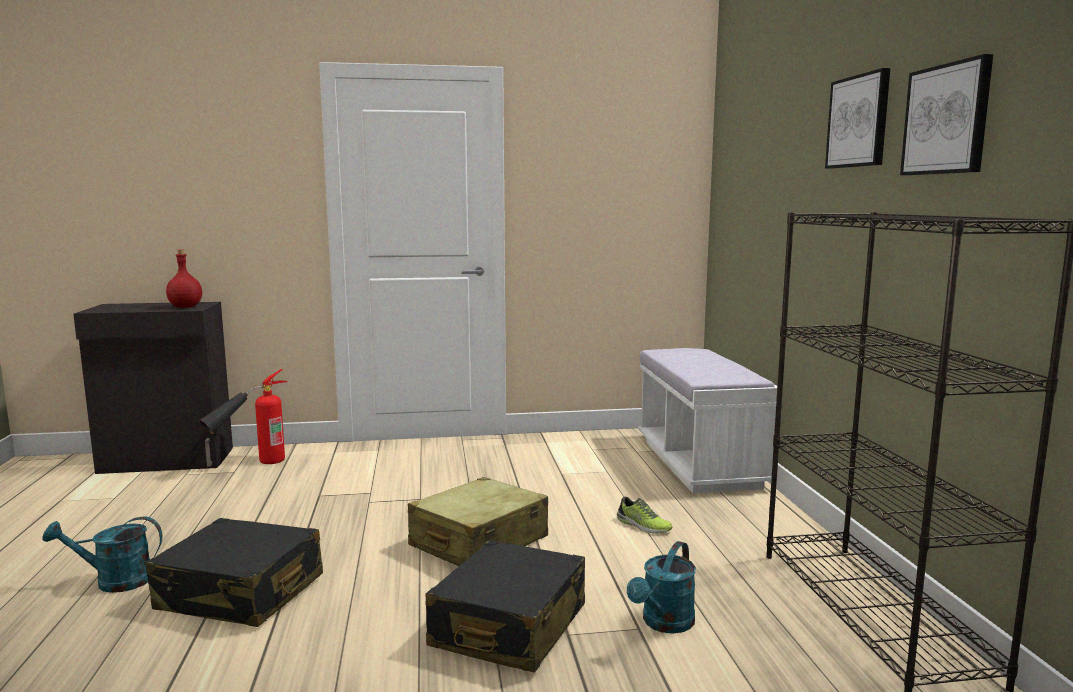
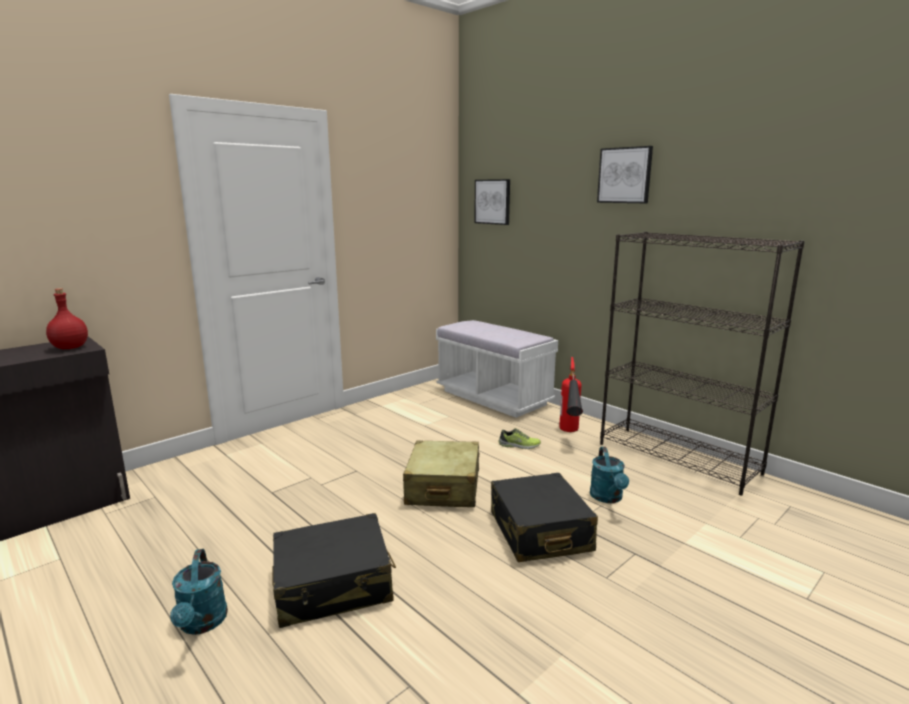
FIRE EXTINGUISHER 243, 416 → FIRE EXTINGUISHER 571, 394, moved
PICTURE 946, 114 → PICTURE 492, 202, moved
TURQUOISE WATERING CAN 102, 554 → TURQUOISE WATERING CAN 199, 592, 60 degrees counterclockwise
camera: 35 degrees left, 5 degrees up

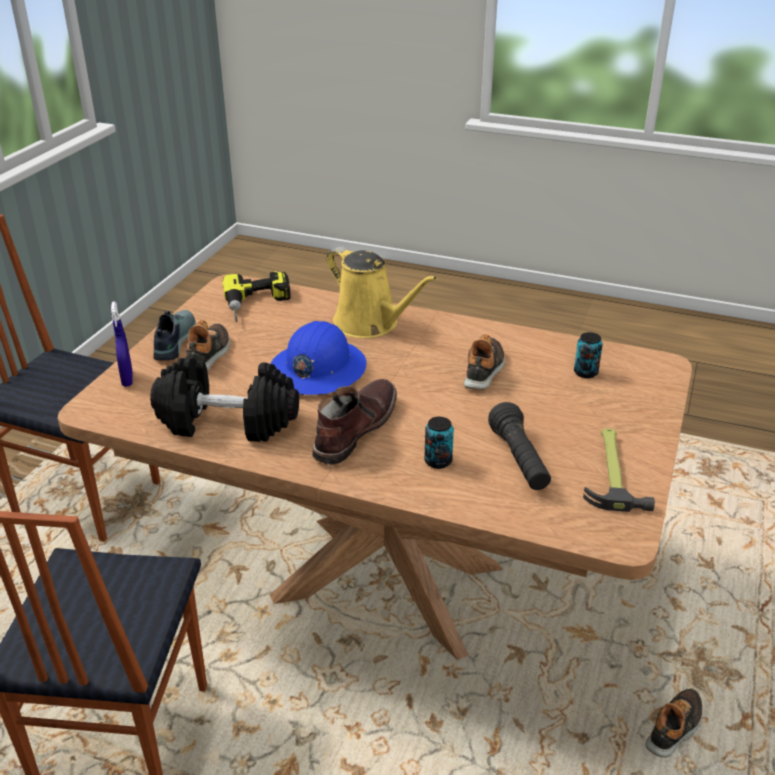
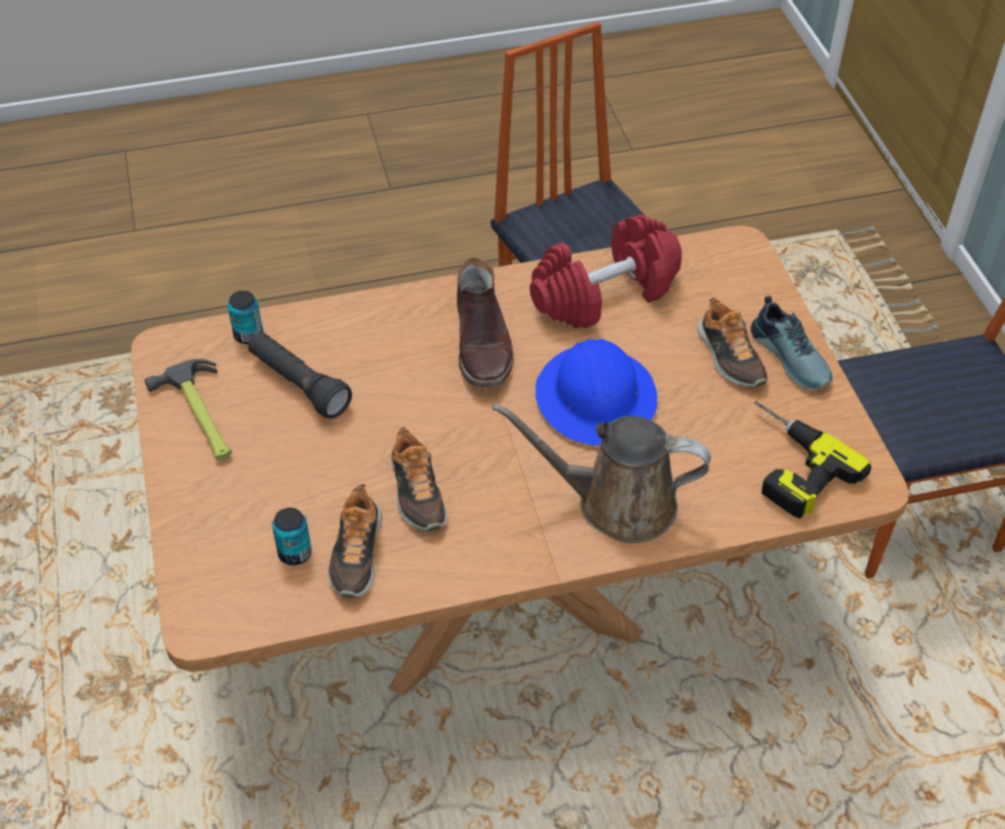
BLUE SPRAY BOTTLE 122, 344 → -
CAN 439, 443 → CAN 245, 317, moved
SHOE 674, 722 → SHOE 355, 541, moved
BLACK DUMBBELL 224, 400 → RED DUMBBELL 606, 272
YELLOW WATERING CAN 381, 292 → BROWN WATERING CAN 601, 473
camera: 145 degrees right, 15 degrees up

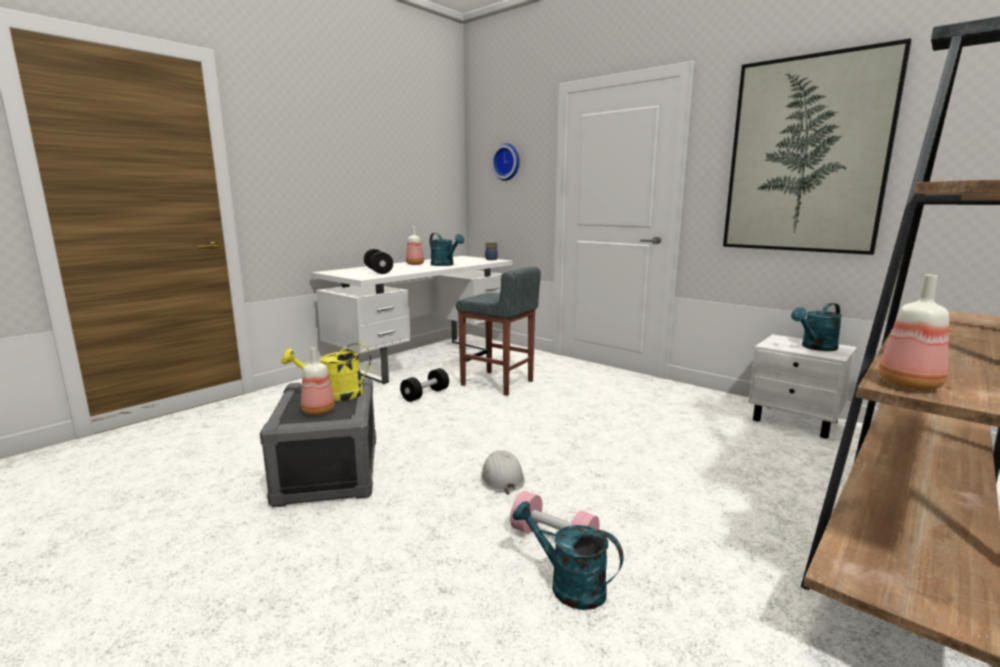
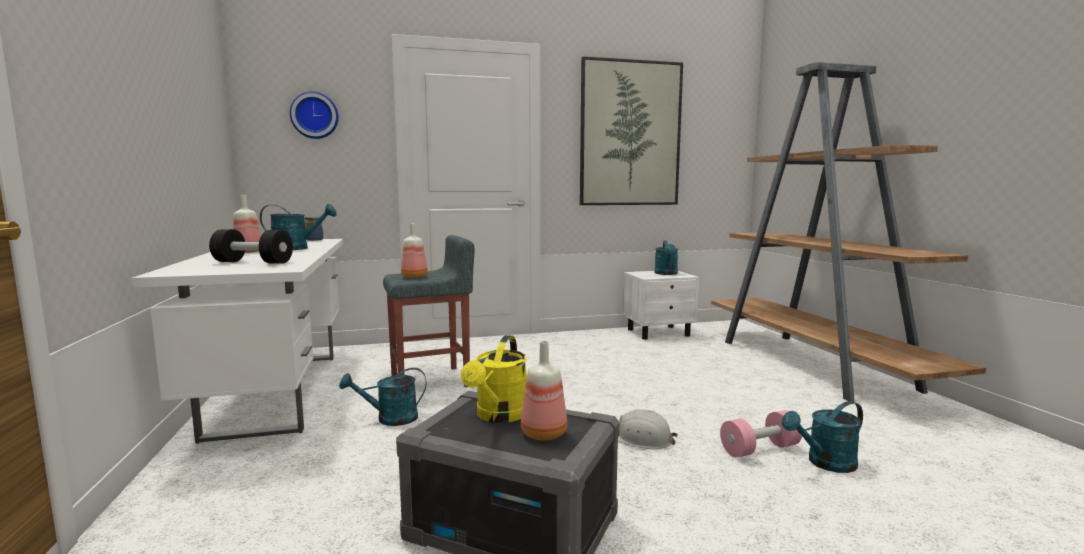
BOTTLE 914, 332 → BOTTLE 414, 251, moved
BLACK DUMBBELL 424, 385 → TURQUOISE WATERING CAN 382, 397
camera: 55 degrees left, 5 degrees down

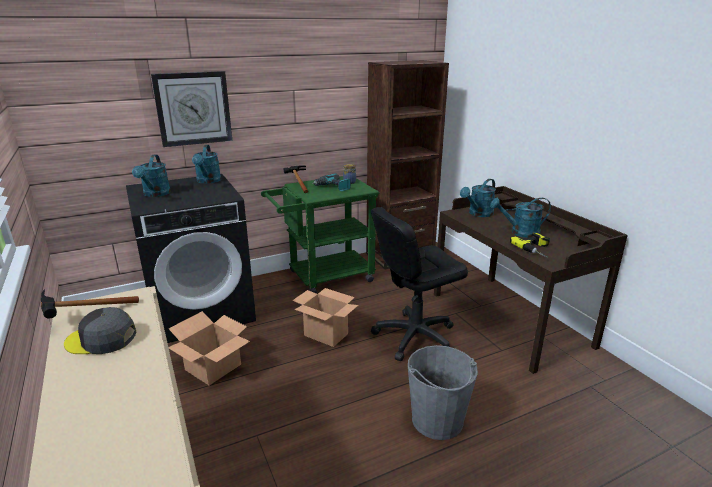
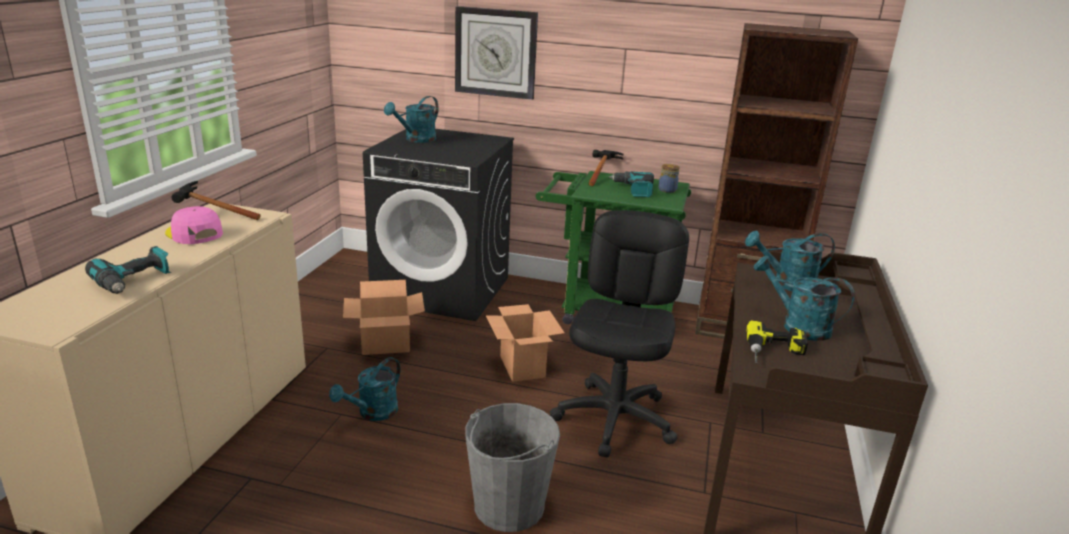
- → POWER DRILL 128, 270
TURQUOISE WATERING CAN 206, 164 → TURQUOISE WATERING CAN 365, 389, moved
GREY CAP 100, 330 → PINK CAP 194, 225
BLACK OFFICE CHAIR 419, 284 → BLACK OFFICE CHAIR 619, 333, 90 degrees clockwise
camera: 40 degrees right, 0 degrees up

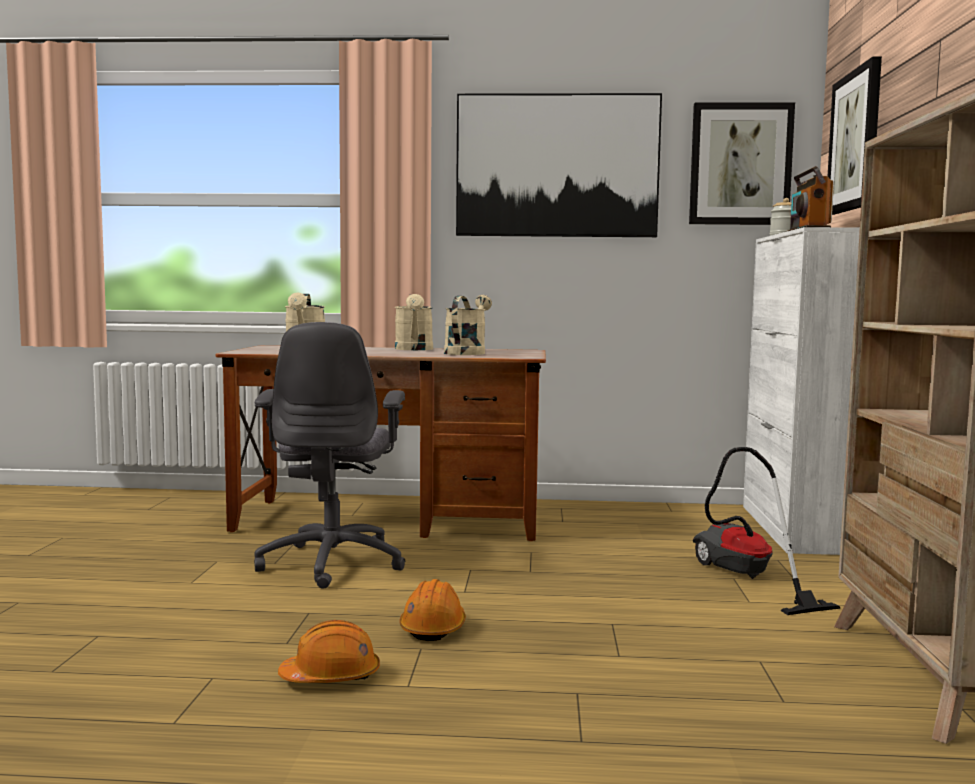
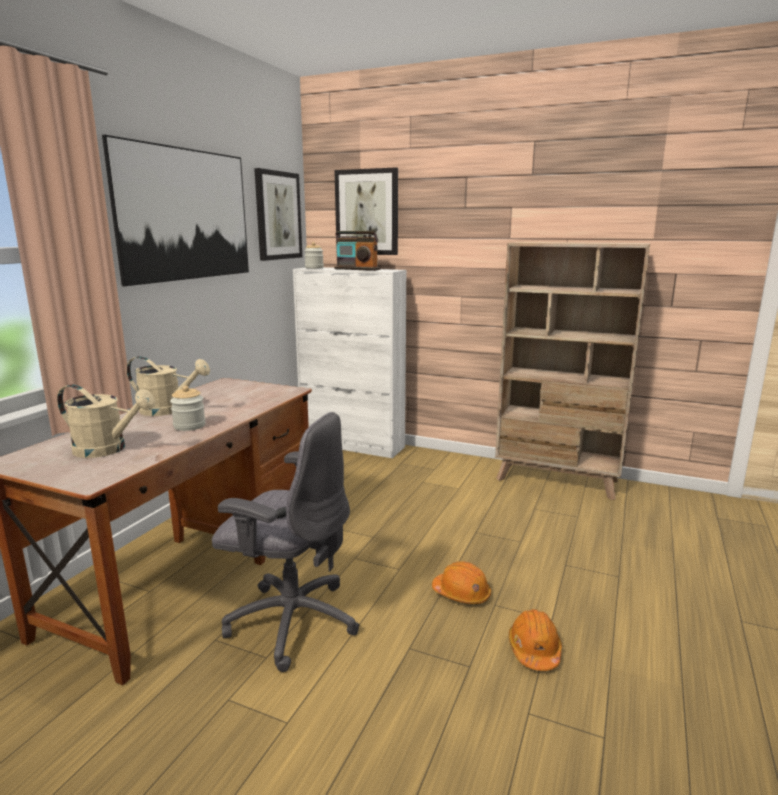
BEIGE WATERING CAN 468, 325 → -
VACUUM CLEANER 767, 531 → -
- → JAR 188, 408
camera: 70 degrees left, 10 degrees up

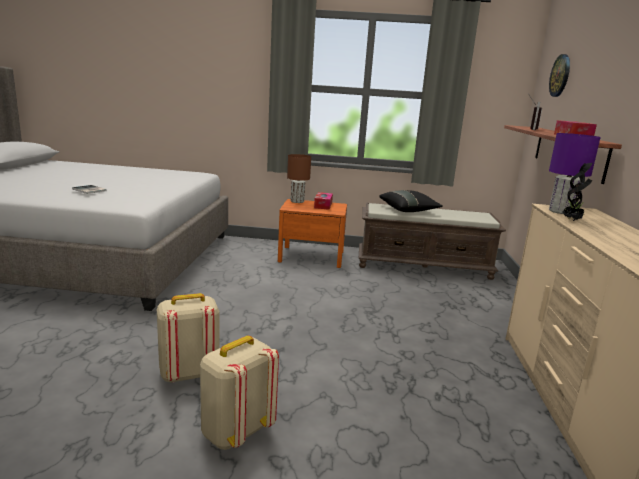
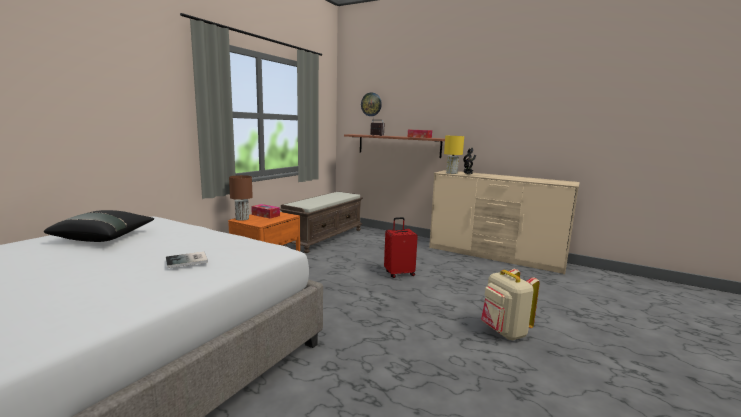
BEIGE BACKPACK 188, 338 → -
- → RED SUITCASE 401, 247
BLACK PILLOW 411, 201 → BLACK PILLOW 99, 226, moved
PURPLE TABLE LAMP 575, 173 → YELLOW TABLE LAMP 454, 155
camera: 65 degrees left, 5 degrees down

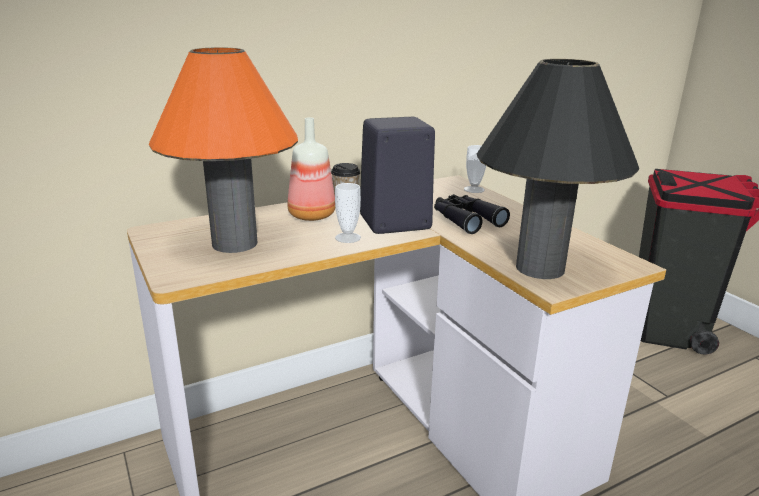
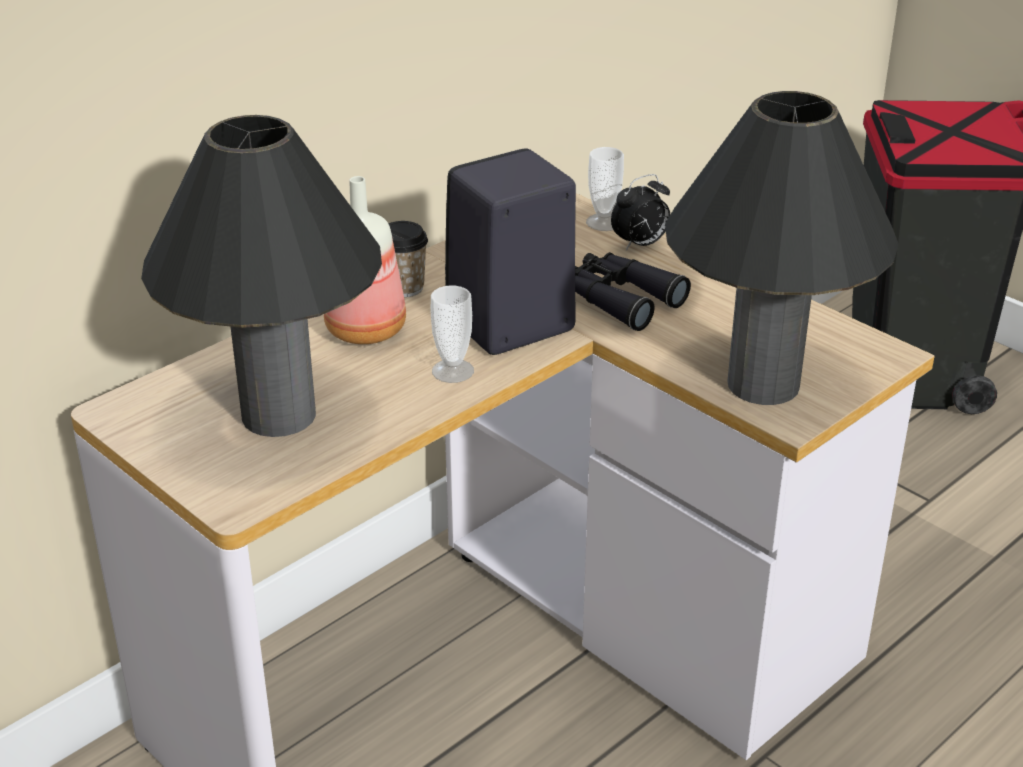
- → ALARM CLOCK 640, 212
ORANGE TABLE LAMP 223, 150 → BLACK TABLE LAMP 261, 276
camera: 15 degrees left, 10 degrees up

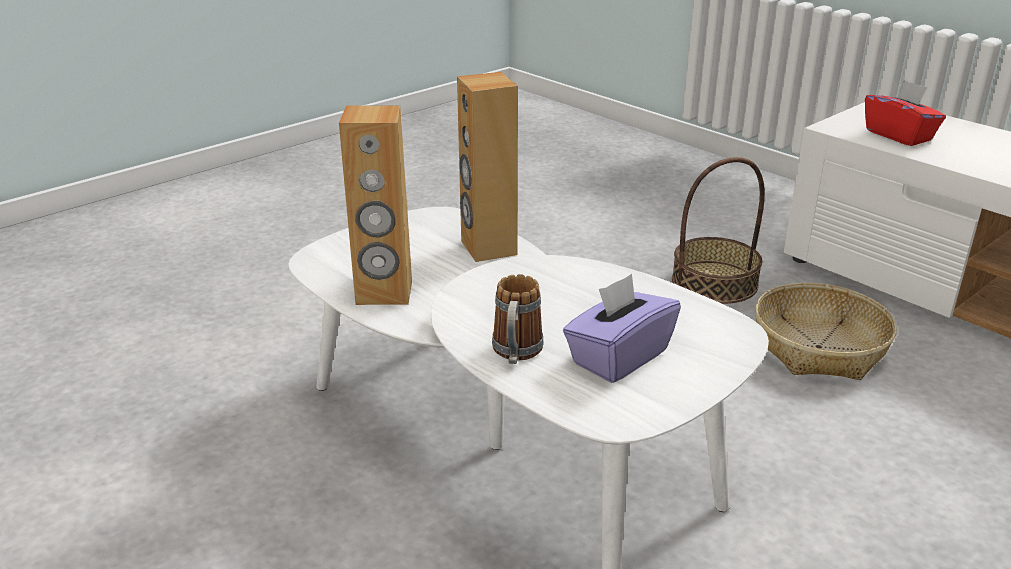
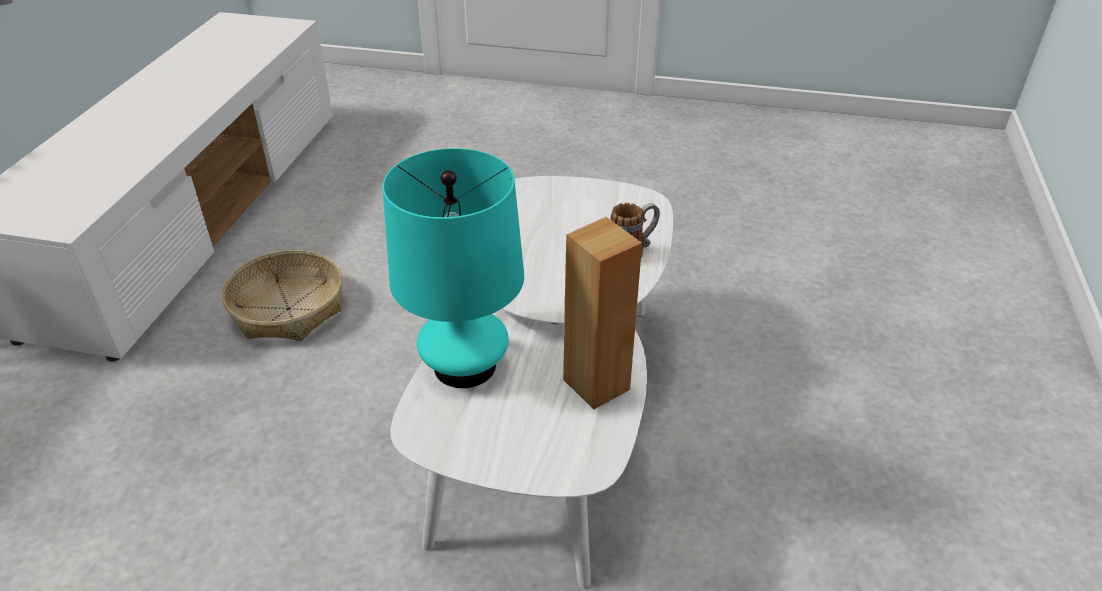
PURPLE TISSUE BOX 622, 328 → -
BASKET 718, 230 → -
RED TISSUE BOX 905, 113 → -
BROWN SPEAKER 487, 167 → TURQUOISE TABLE LAMP 453, 268
camera: 125 degrees left, 10 degrees up

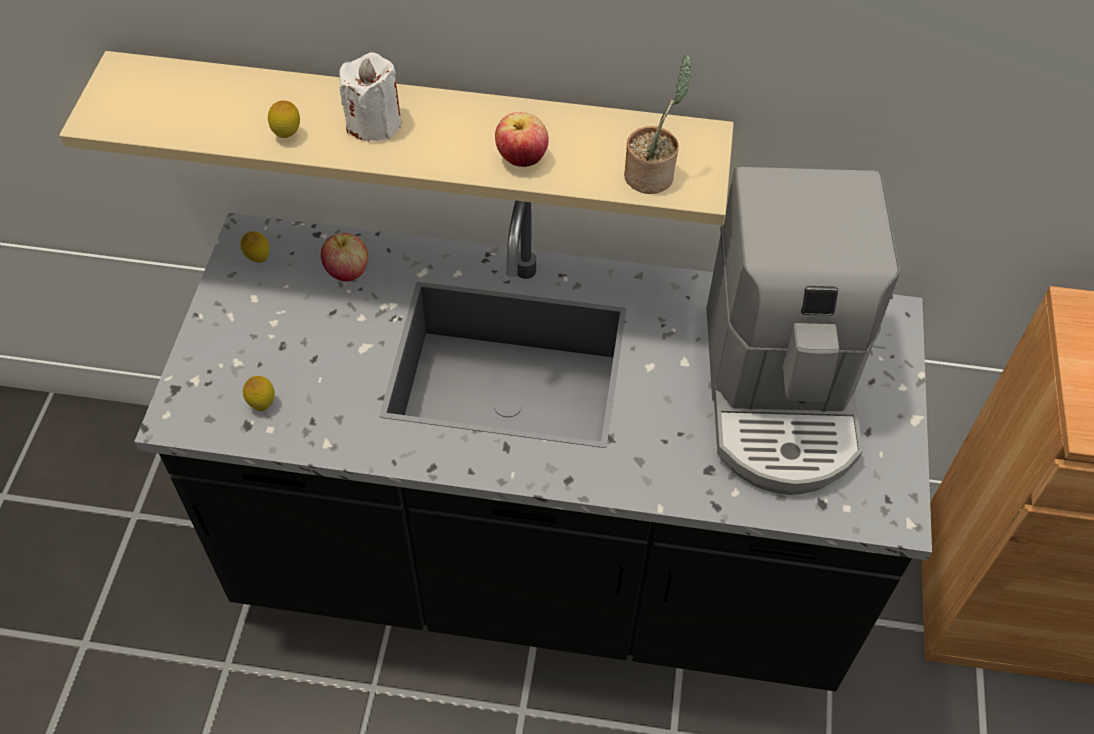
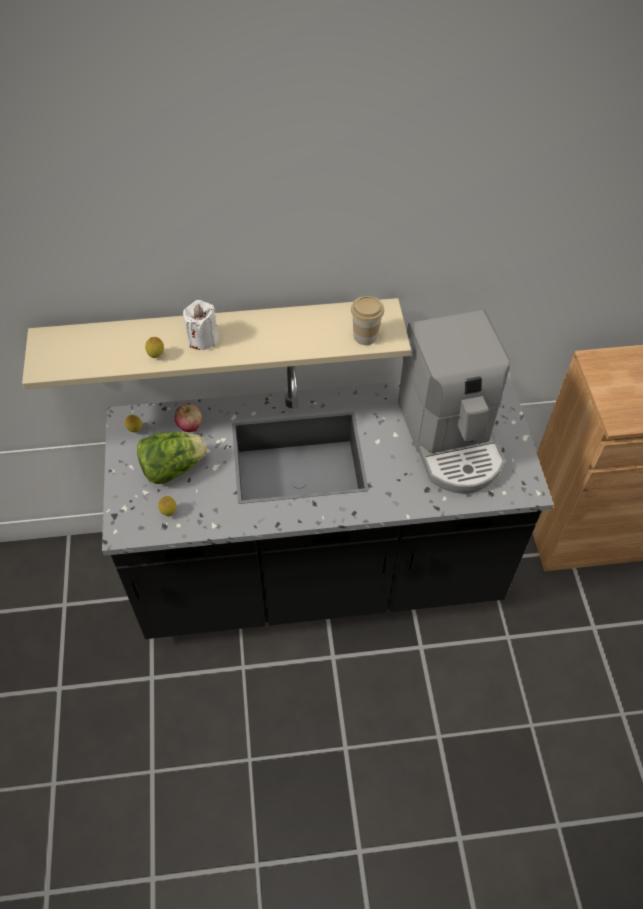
APPLE 522, 139 → -
- → LETTUCE 172, 458
POTTED PLANT 657, 124 → CUP 367, 320
camera: 15 degrees left, 0 degrees up

